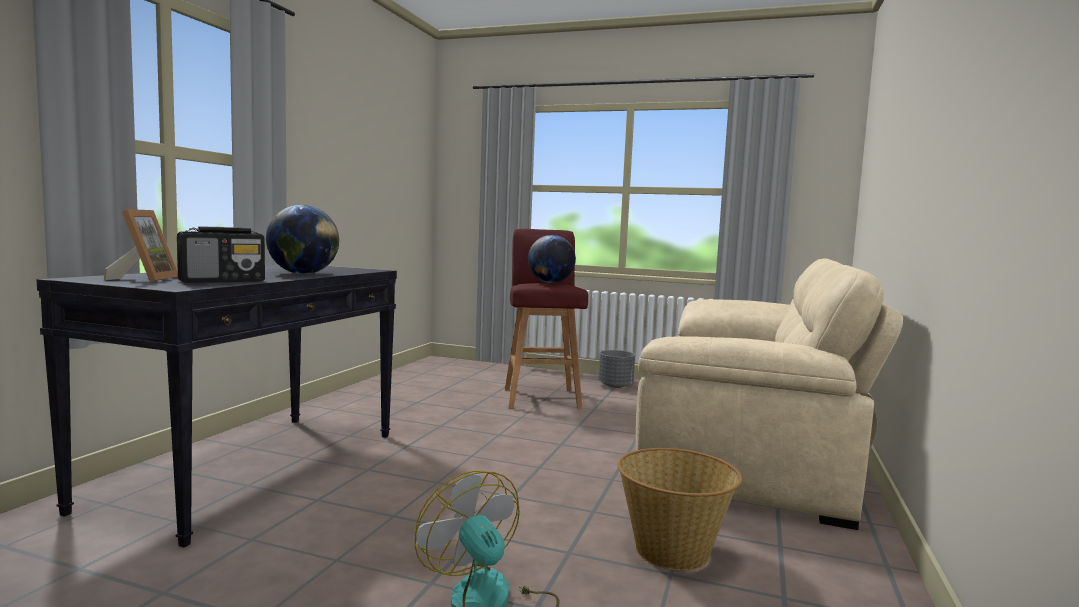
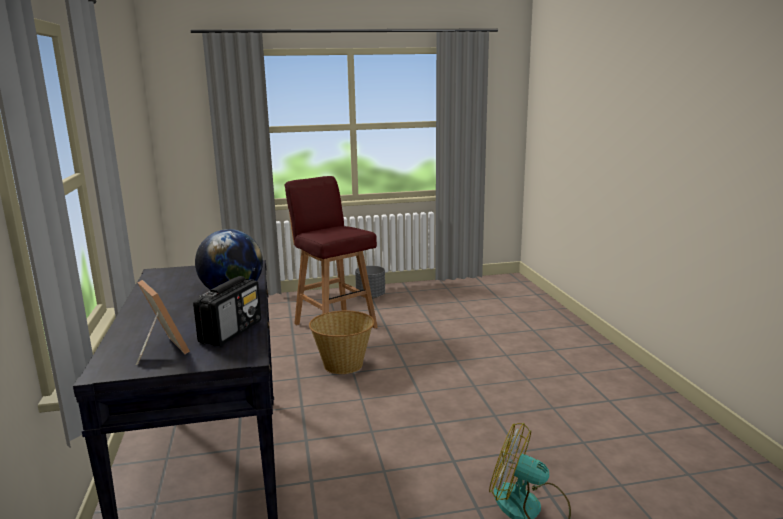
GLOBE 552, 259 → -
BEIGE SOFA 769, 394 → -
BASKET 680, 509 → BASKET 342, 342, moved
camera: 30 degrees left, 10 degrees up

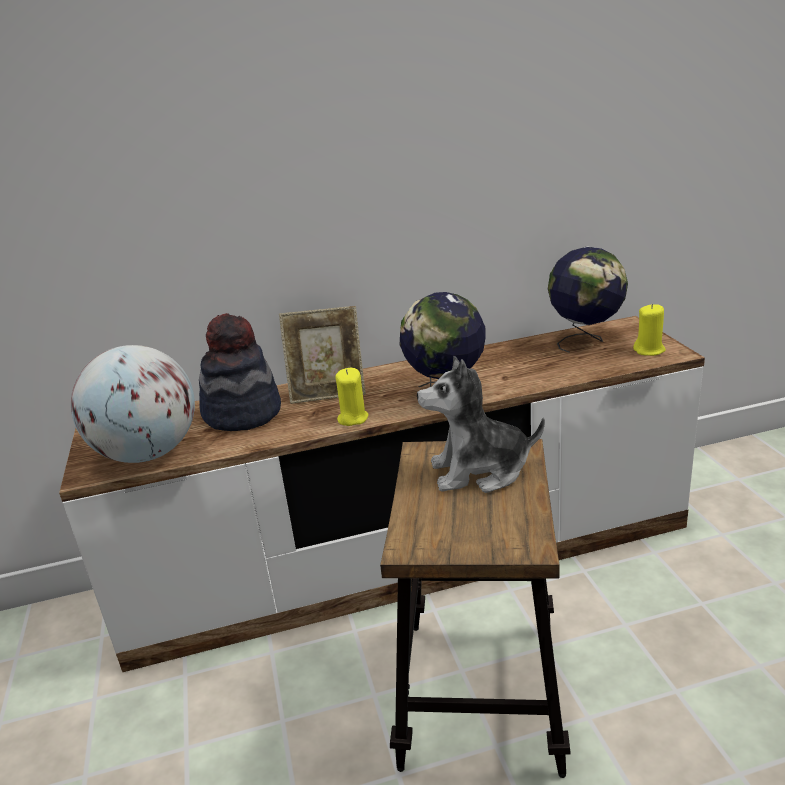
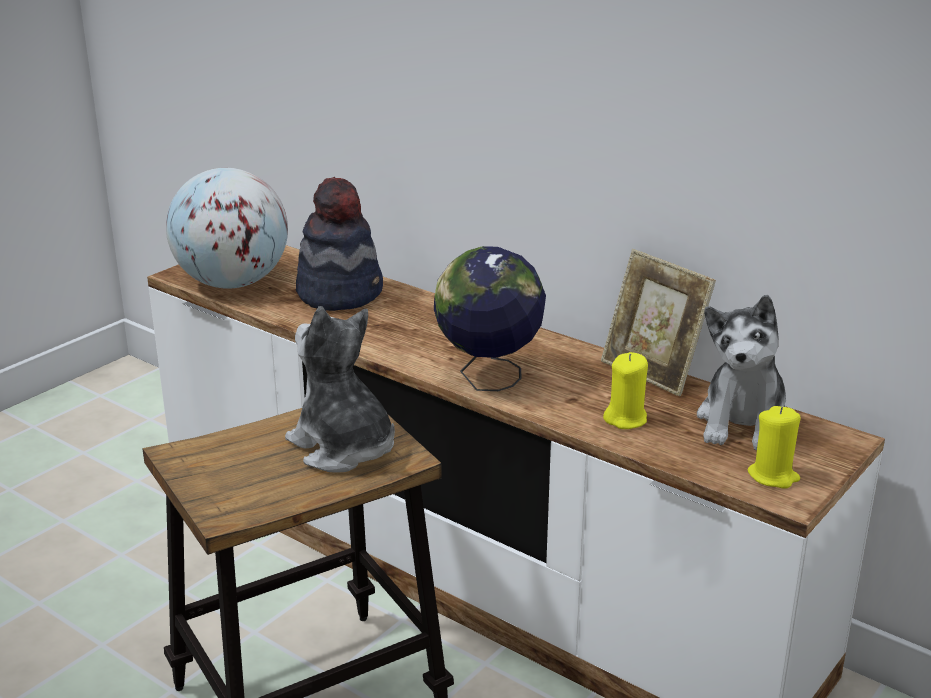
PICTURE FRAME 322, 355 → PICTURE FRAME 658, 322, moved
YELLOW CANDLE 351, 397 → YELLOW CANDLE 625, 390, moved
GLOBE 588, 300 → PLUSH TOY 741, 373
camera: 50 degrees right, 0 degrees up

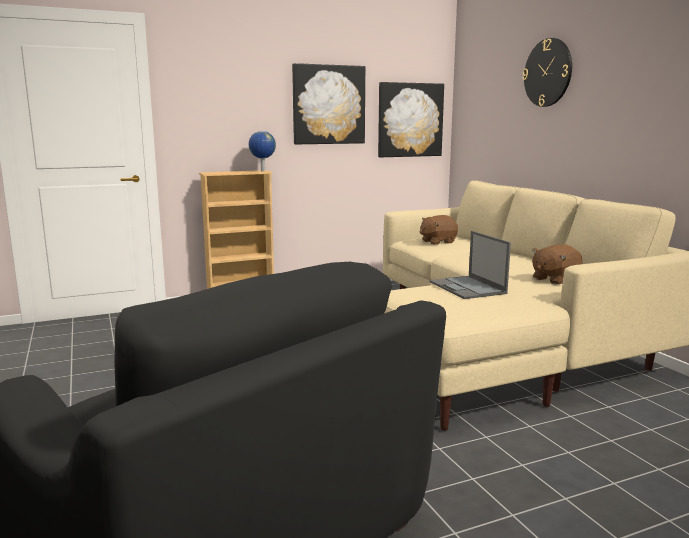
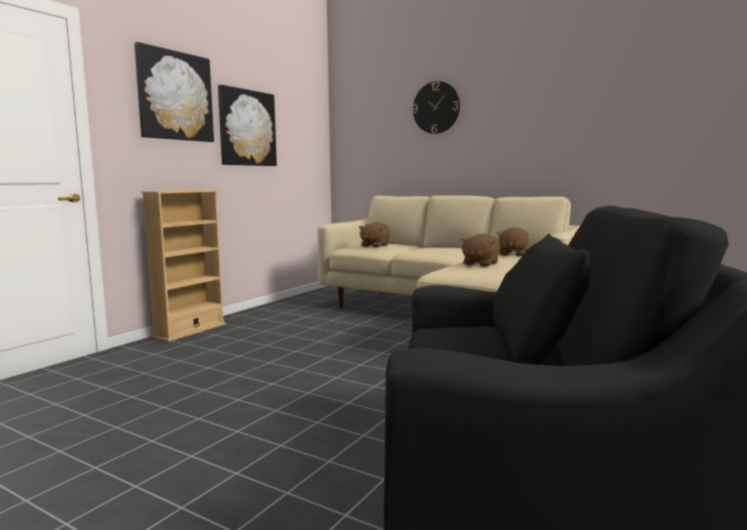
GLOBE 262, 151 → -
PICTURE 411, 119 → PICTURE 174, 92, moved
LAPTOP 470, 265 → BROWN PLUSH TOY 480, 250
camera: 35 degrees left, 5 degrees down

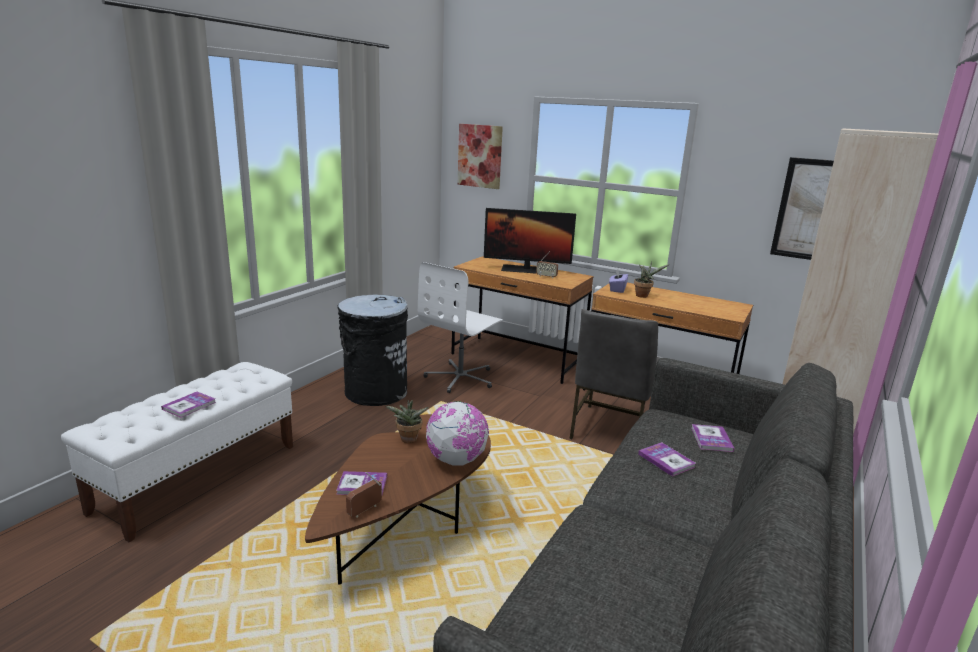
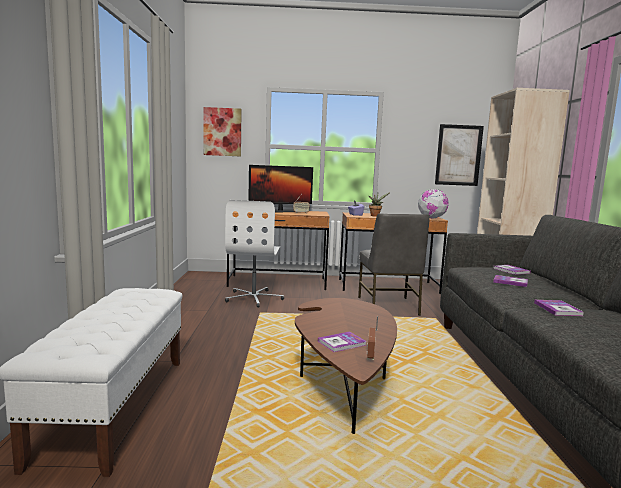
BLACK TRASH CAN 373, 350 → -
POTTED PLANT 406, 421 → -
BOOK 188, 405 → BOOK 558, 308, moved
GLOBE 457, 433 → GLOBE 433, 203, moved
camera: 30 degrees left, 10 degrees down

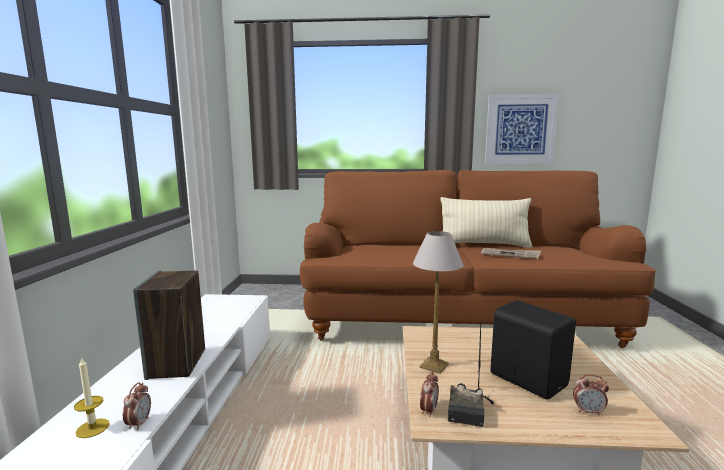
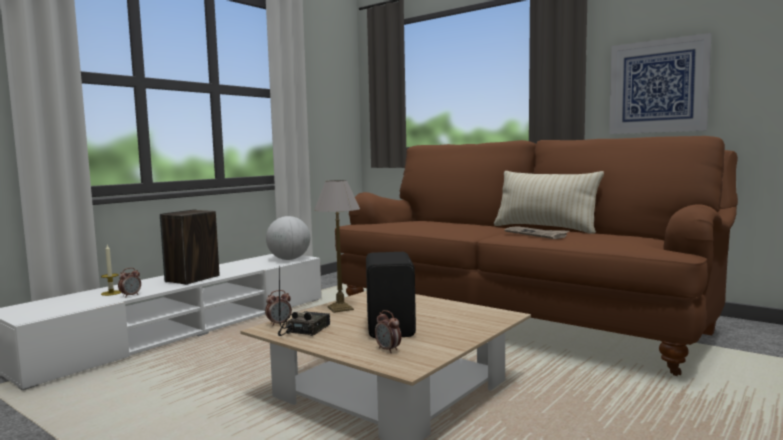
- → GLOBE 288, 238
RADIO 471, 375 → RADIO 304, 300, 150 degrees clockwise
camera: 35 degrees right, 5 degrees down

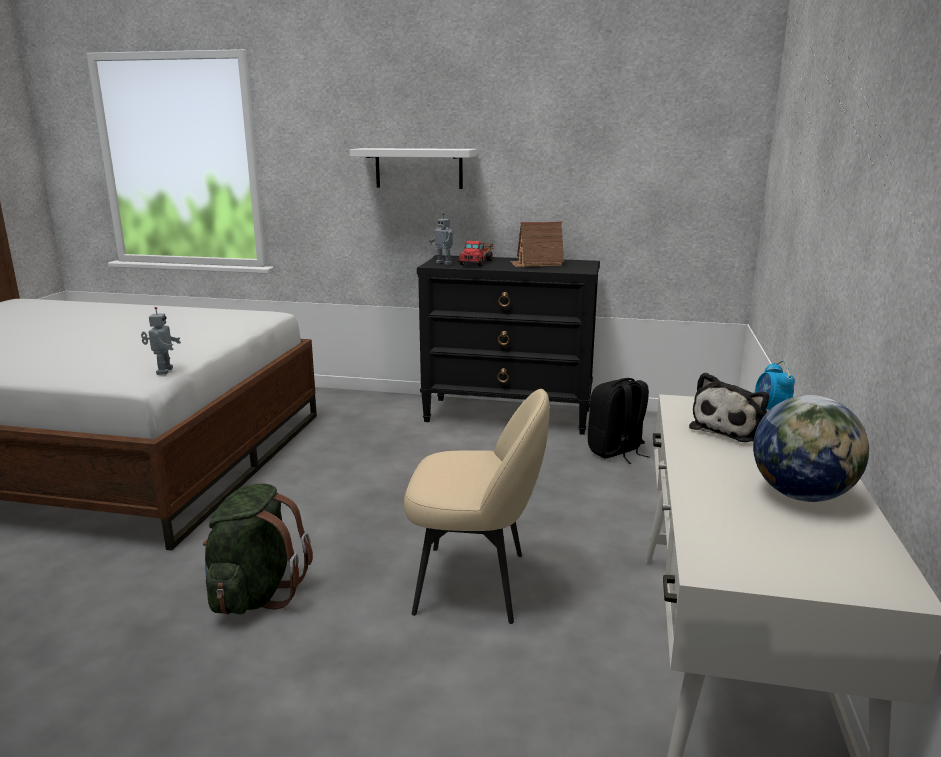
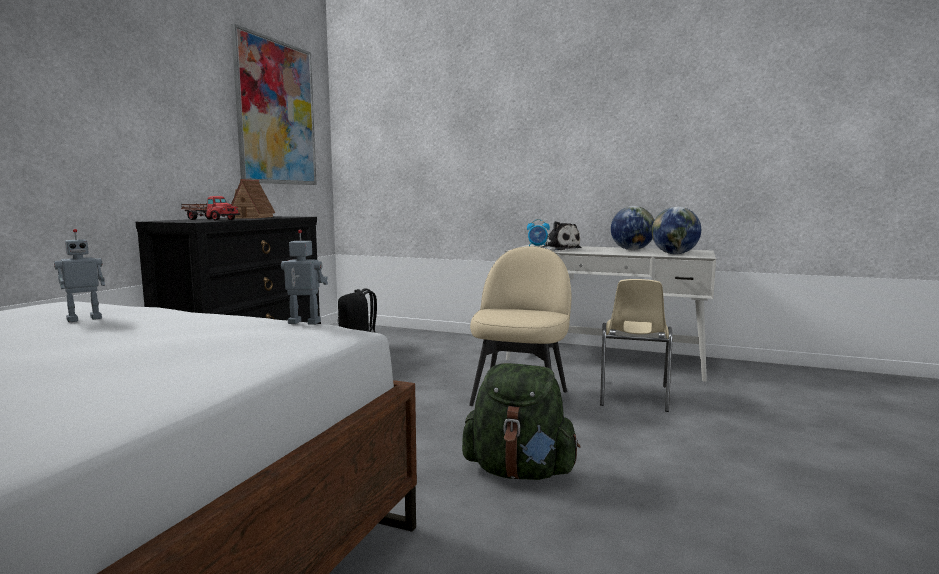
WHITE SHELF 413, 168 → -
- → PICTURE 274, 104
- → BEIGE CHAIR 636, 345
- → GLOBE 676, 230
TOY ROBOT 441, 239 → TOY ROBOT 79, 275, moved
camera: 80 degrees left, 10 degrees down

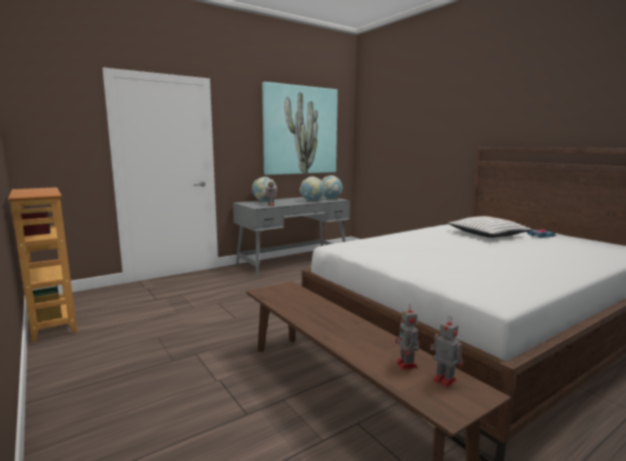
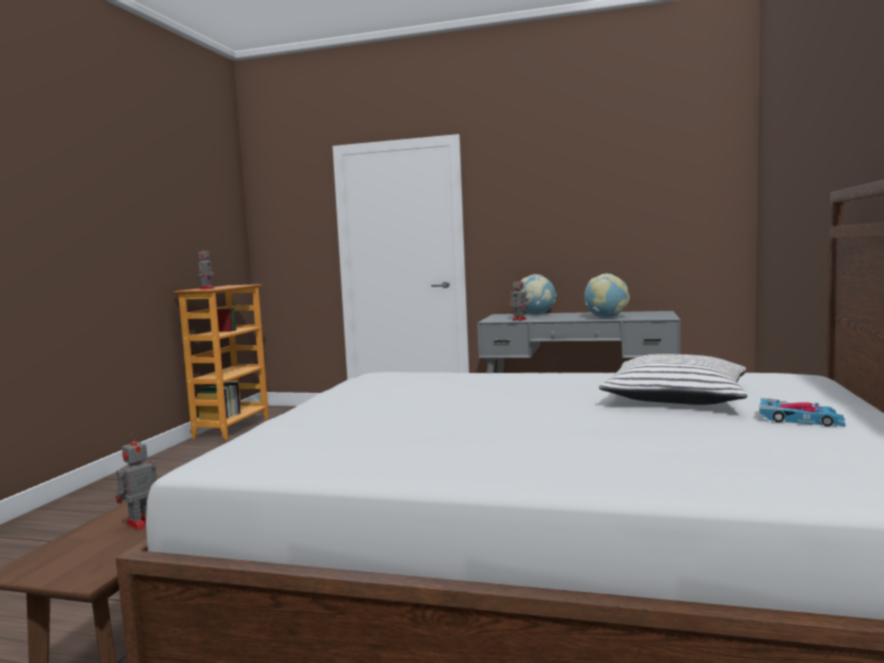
PICTURE 300, 128 → -
GLOBE 332, 187 → -
TOY ROBOT 446, 351 → TOY ROBOT 206, 267, moved
camera: 50 degrees right, 5 degrees down

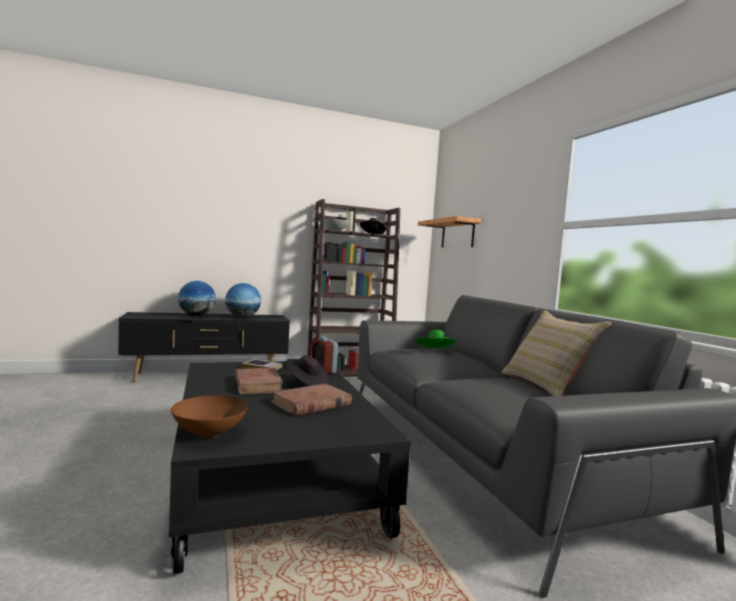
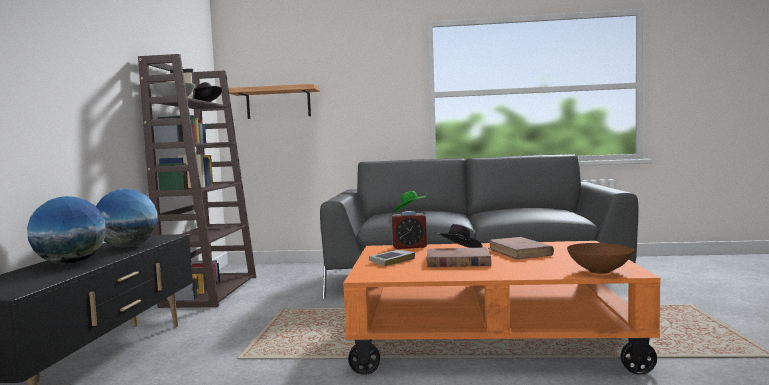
BEIGE PILLOW 556, 353 → -
BLACK COFFEE TABLE 290, 467 → ORANGE COFFEE TABLE 501, 308
camera: 65 degrees left, 0 degrees up

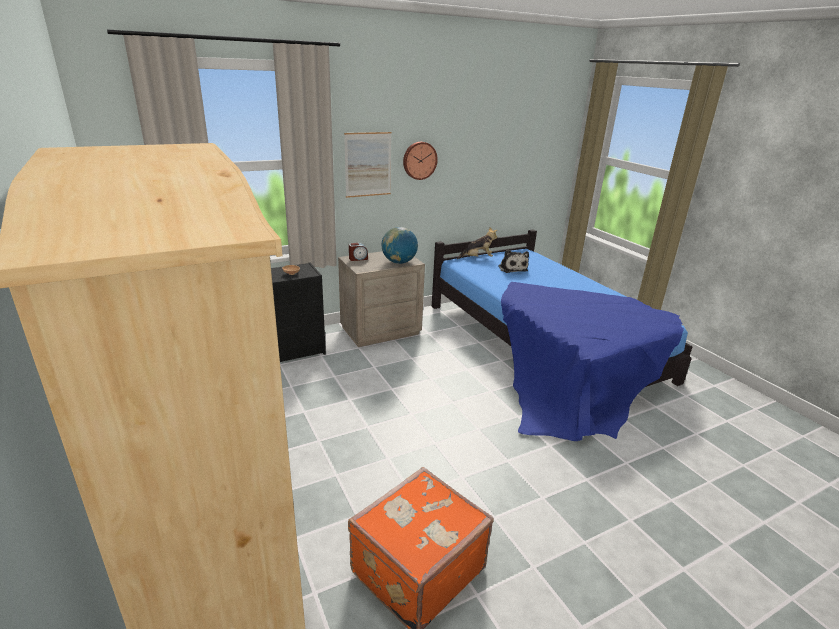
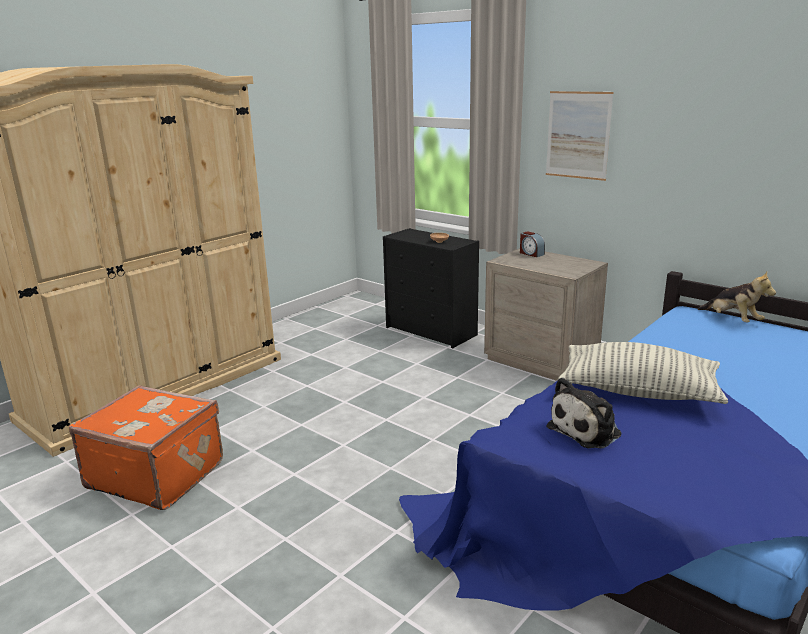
GLOBE 399, 245 → -
WALL CLOCK 420, 161 → -
- → PILLOW 643, 373
PLUSH TOY 513, 261 → PLUSH TOY 584, 413, moved
camera: 70 degrees right, 5 degrees down

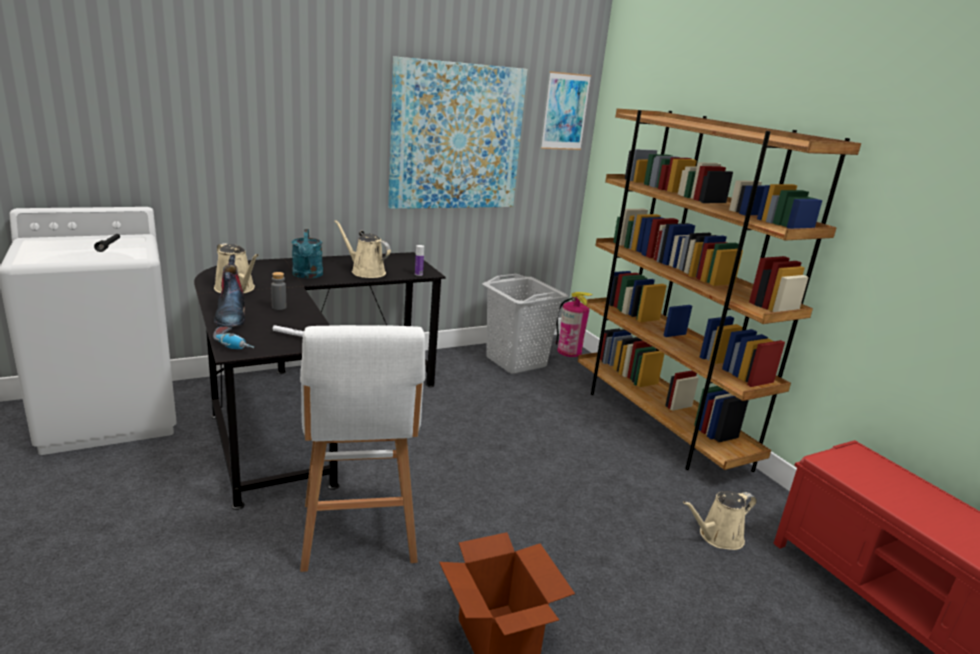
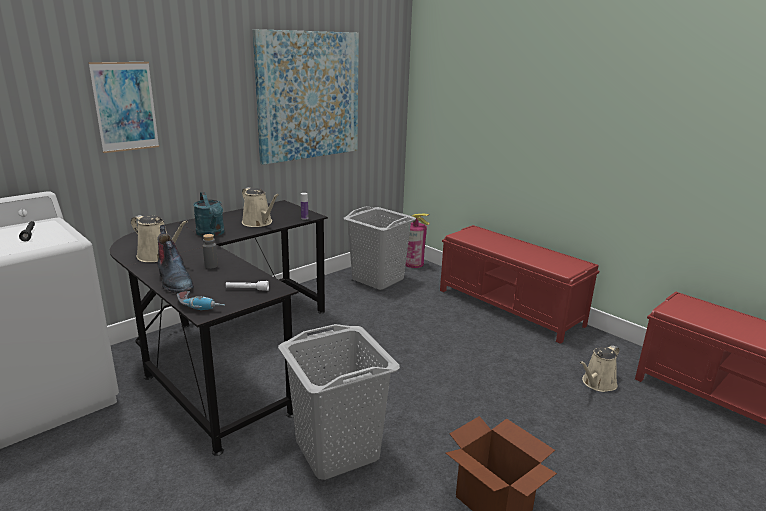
PICTURE 566, 110 → PICTURE 123, 107, moved
WHITE STOOL 363, 448 → GREY LAUNDRY BASKET 339, 402
BROWN BOOKCASE 719, 290 → RED BENCH 519, 284
BEIGE WATERING CAN 363, 249 → BEIGE WATERING CAN 260, 207, 150 degrees counterclockwise
camera: 15 degrees left, 0 degrees up

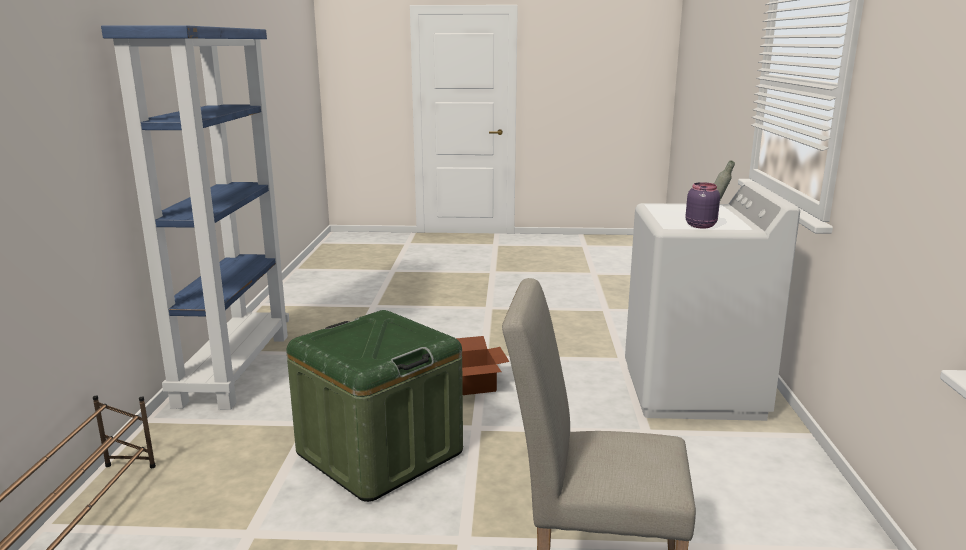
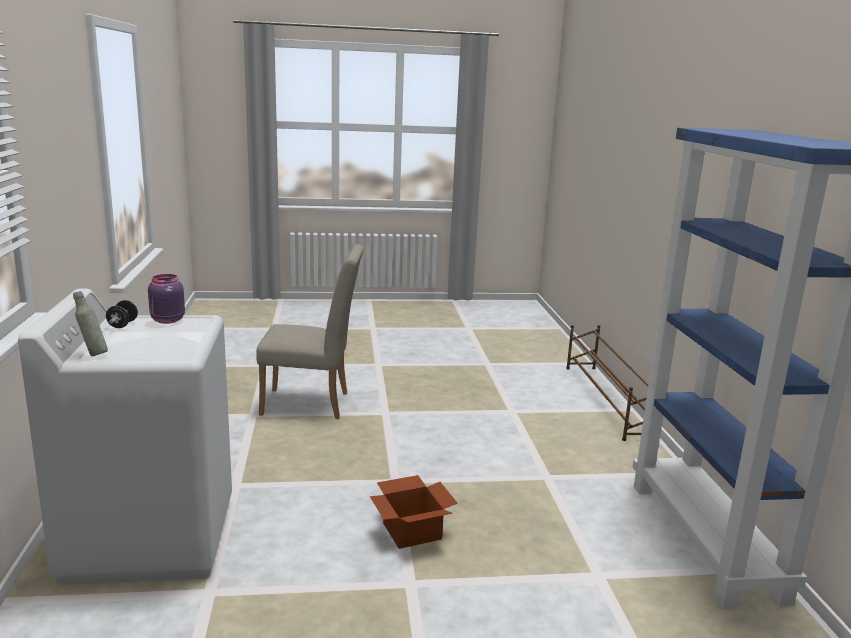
GREEN STORAGE BOX 374, 406 → -
- → BLACK DUMBBELL 122, 314
camera: 170 degrees right, 0 degrees up

